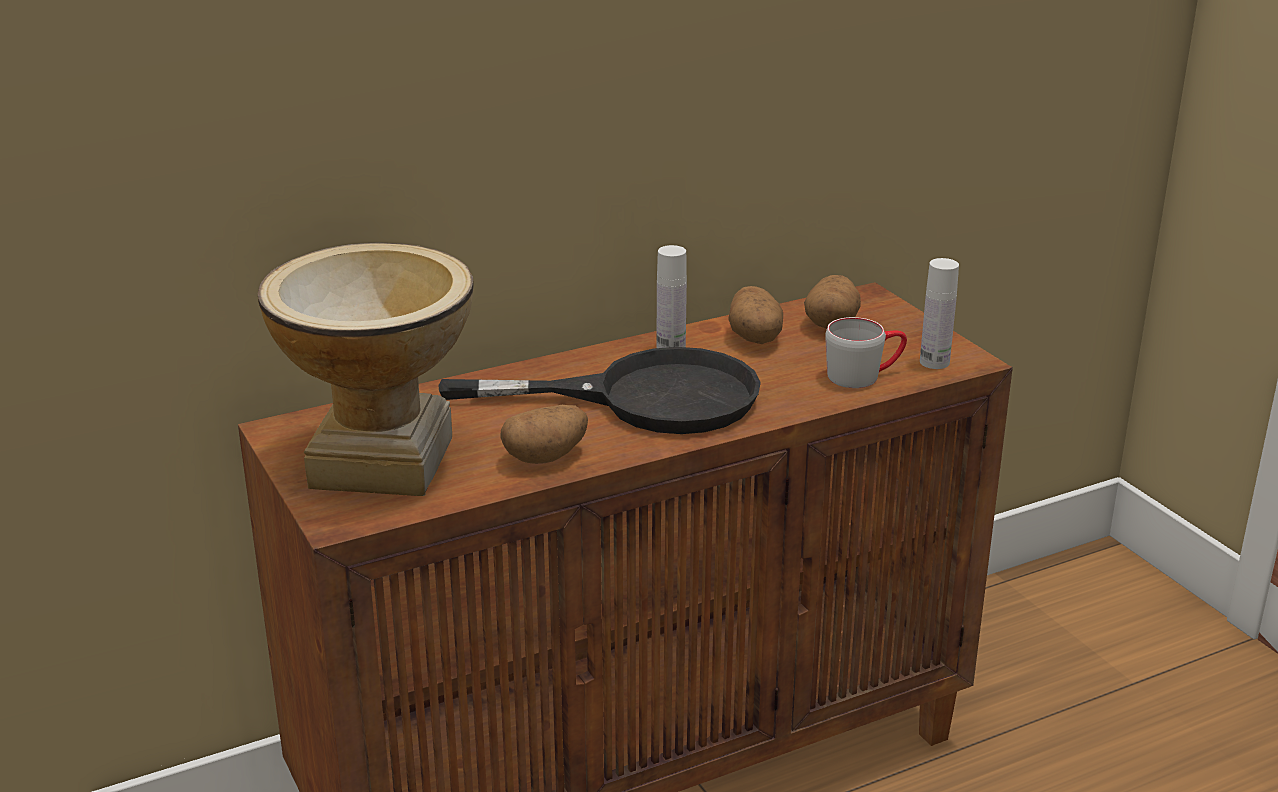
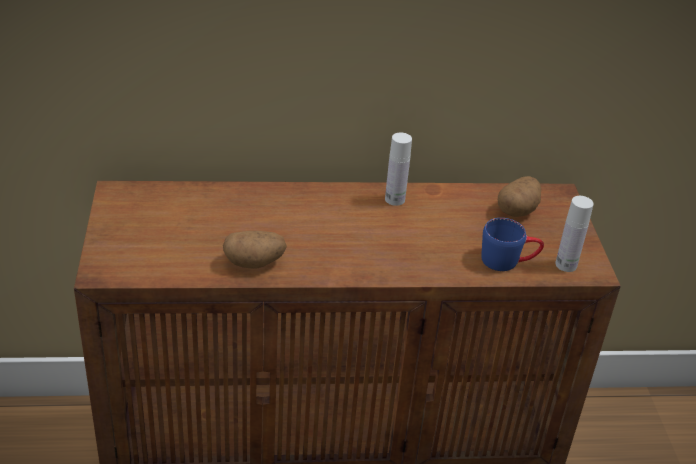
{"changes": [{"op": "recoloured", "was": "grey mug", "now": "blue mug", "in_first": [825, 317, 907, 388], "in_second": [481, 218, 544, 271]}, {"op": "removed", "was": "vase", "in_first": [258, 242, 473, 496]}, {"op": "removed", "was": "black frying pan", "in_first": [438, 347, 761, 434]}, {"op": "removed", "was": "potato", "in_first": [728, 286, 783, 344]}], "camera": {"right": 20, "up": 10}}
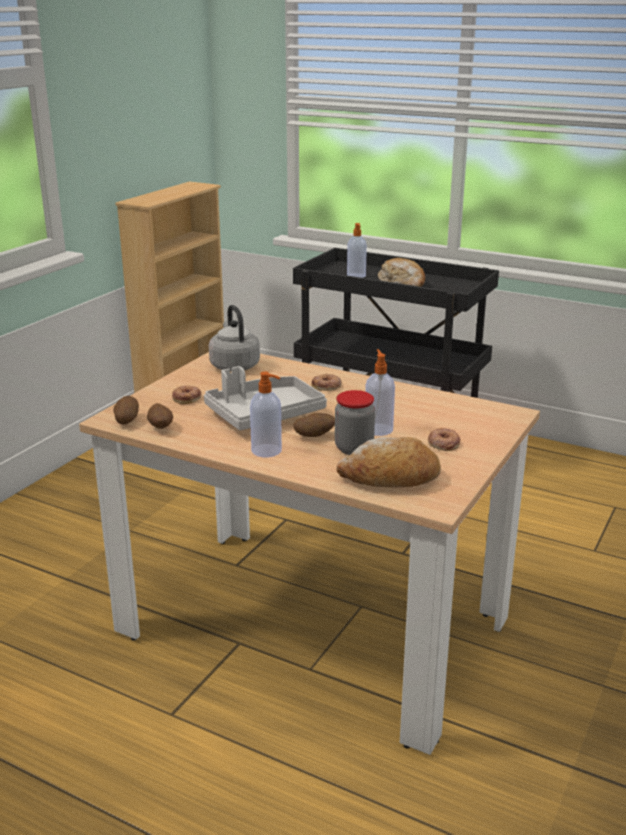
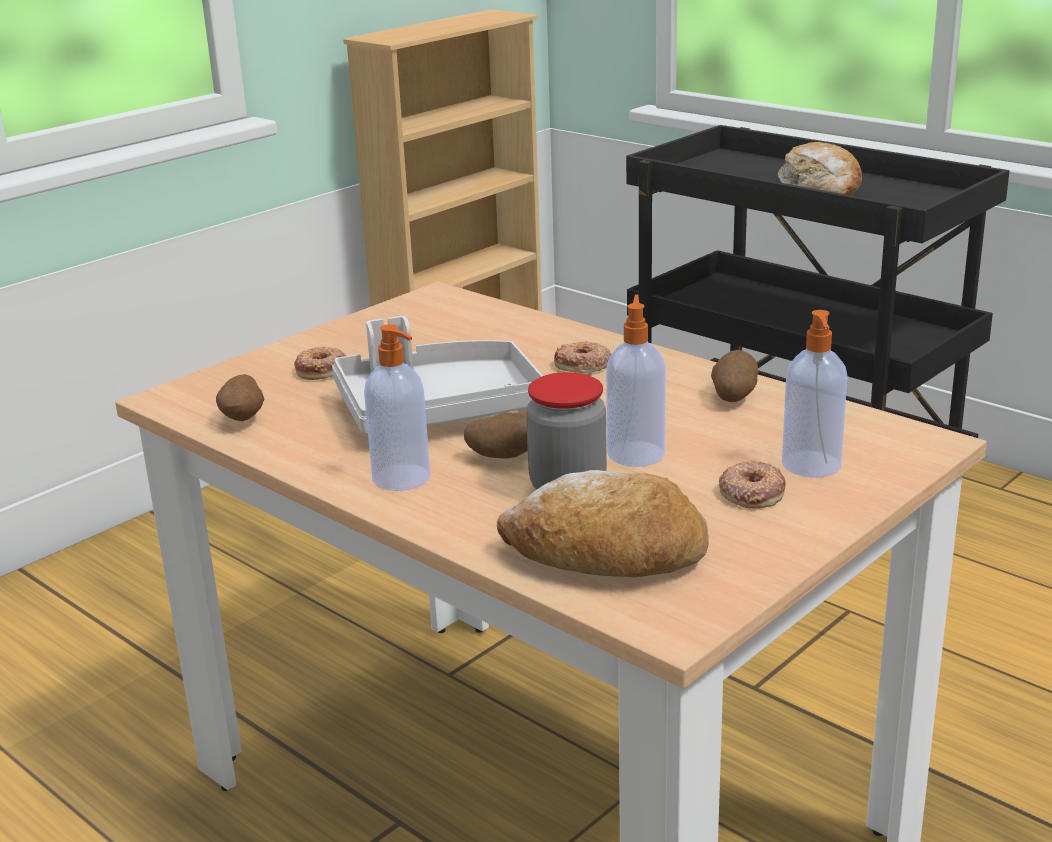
{"changes": [{"op": "moved", "was": "potato", "in_first": [113, 396, 139, 425], "in_second": [711, 350, 758, 402]}, {"op": "moved", "was": "soap dispenser", "in_first": [347, 223, 367, 278], "in_second": [782, 310, 847, 478]}, {"op": "removed", "was": "grey kettle", "in_first": [209, 305, 260, 372]}], "camera": {"right": 15, "up": 0}}
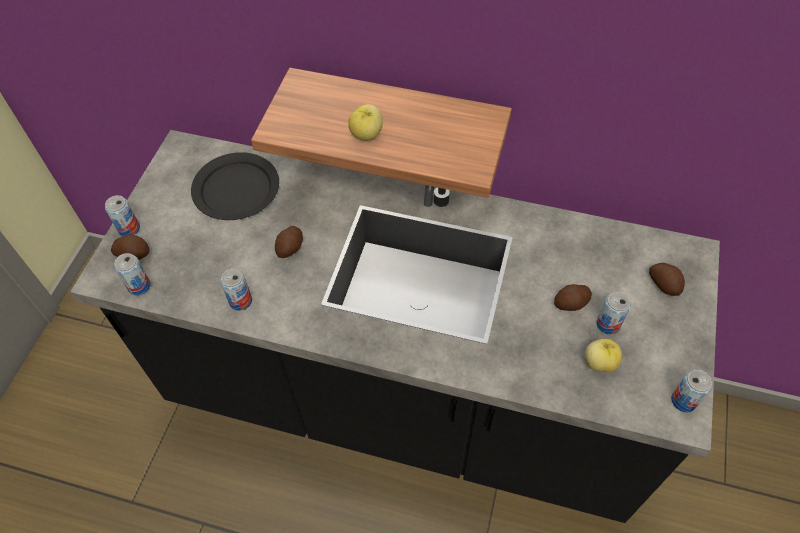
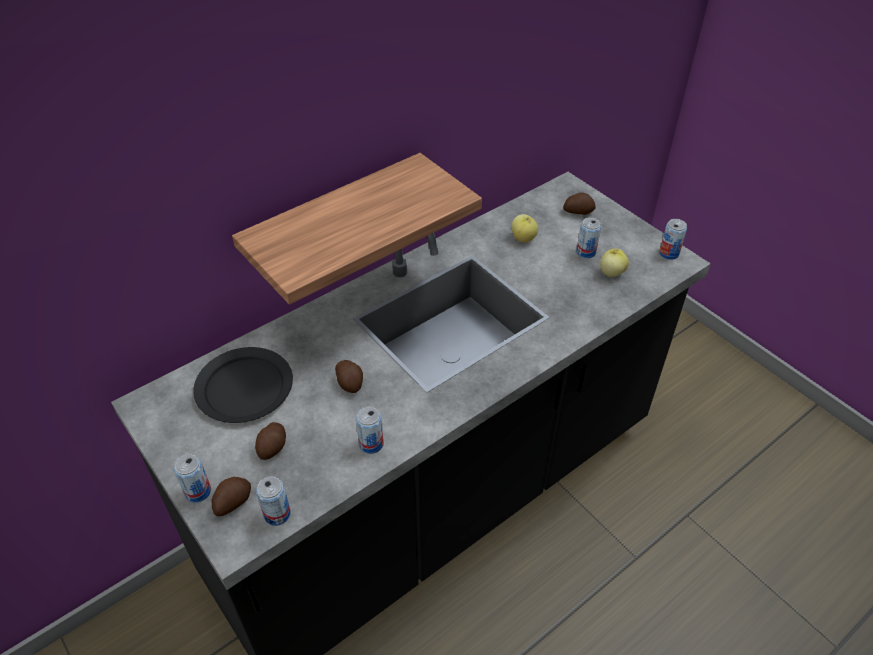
{"changes": [{"op": "moved", "was": "potato", "in_first": [554, 284, 592, 311], "in_second": [255, 422, 286, 460]}, {"op": "moved", "was": "apple", "in_first": [348, 104, 383, 141], "in_second": [511, 214, 538, 243]}], "camera": {"right": -55, "up": -10}}
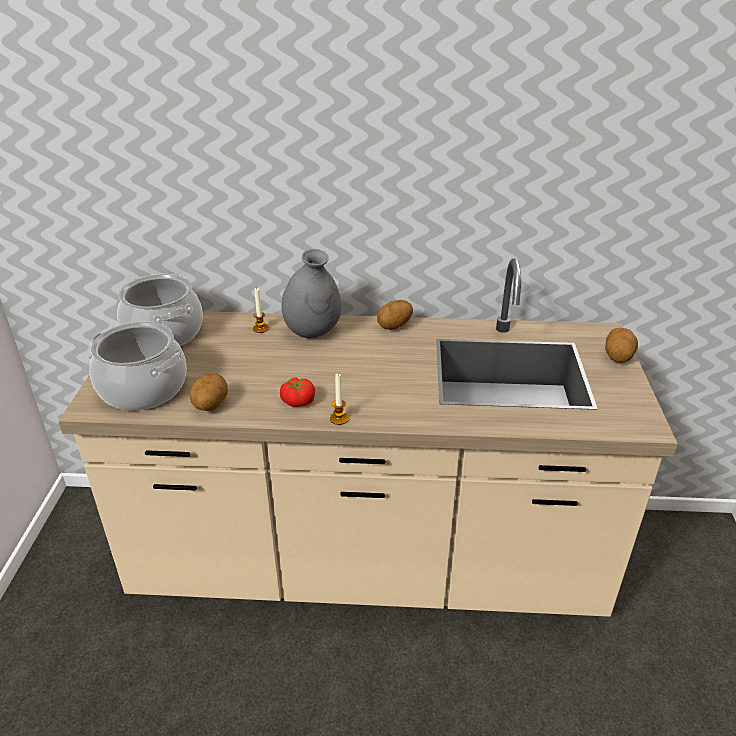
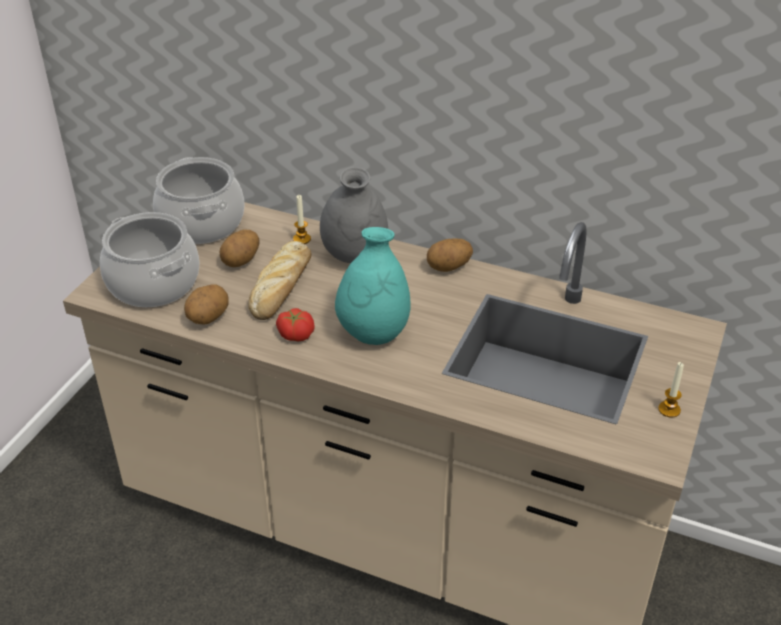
{"changes": [{"op": "moved", "was": "potato", "in_first": [605, 328, 638, 363], "in_second": [220, 229, 260, 267]}, {"op": "added", "now": "bread", "in_second": [248, 241, 311, 320]}, {"op": "added", "now": "turquoise vase", "in_second": [335, 227, 411, 345]}, {"op": "moved", "was": "candle", "in_first": [330, 373, 349, 425], "in_second": [658, 362, 684, 418]}], "camera": {"right": 20, "up": 5}}
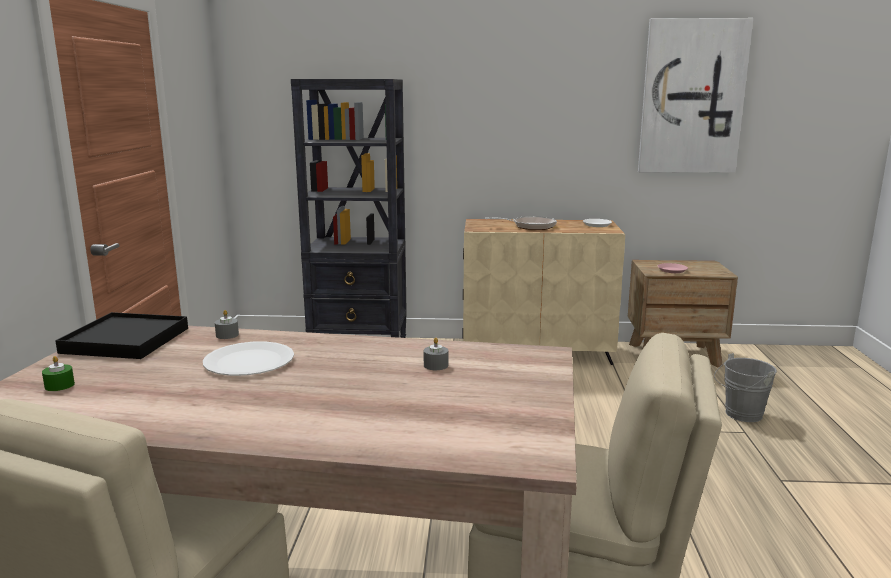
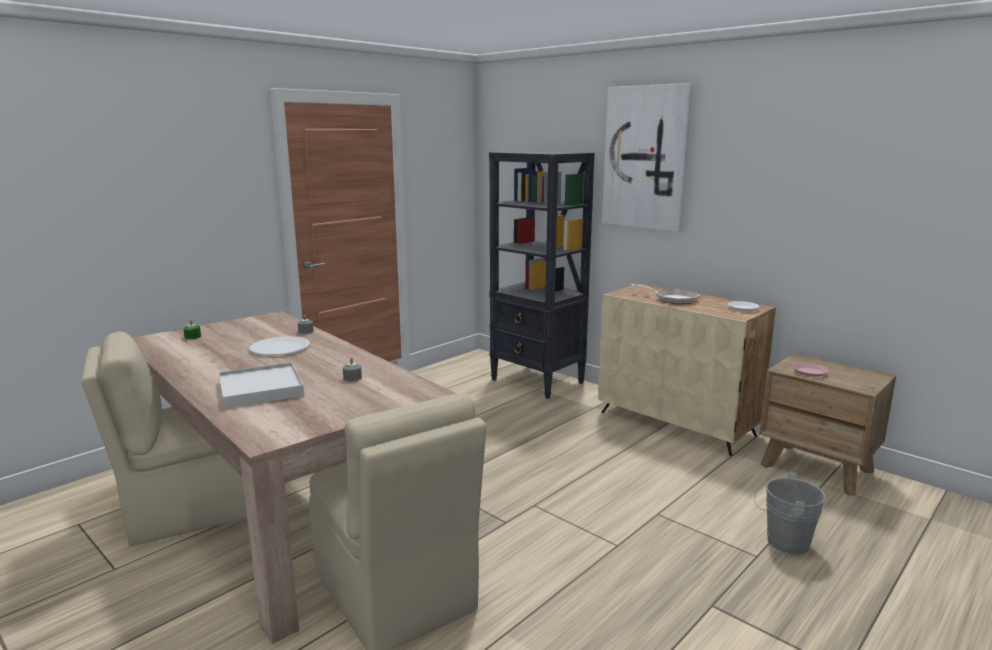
{"changes": [{"op": "added", "now": "white tray", "in_second": [218, 362, 304, 408]}, {"op": "moved", "was": "picture", "in_first": [638, 18, 753, 173], "in_second": [602, 83, 693, 232]}, {"op": "removed", "was": "black tray", "in_first": [55, 312, 188, 359]}], "camera": {"right": 40, "up": 0}}
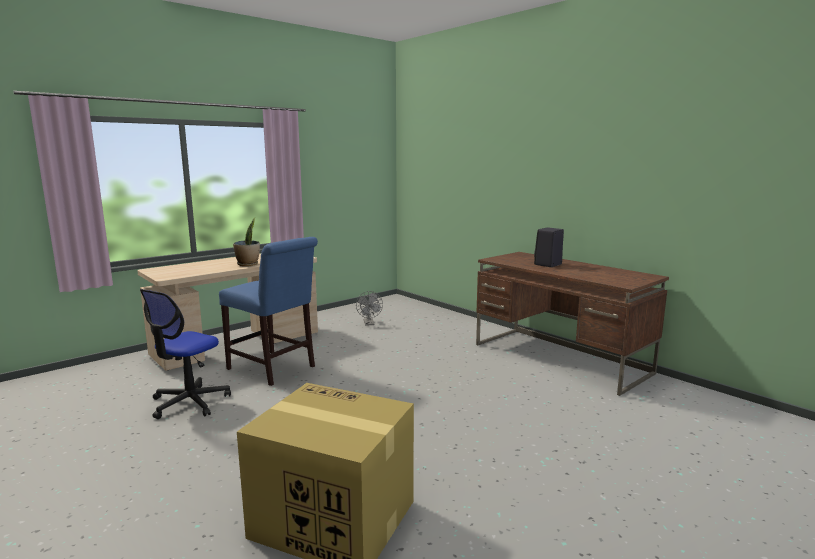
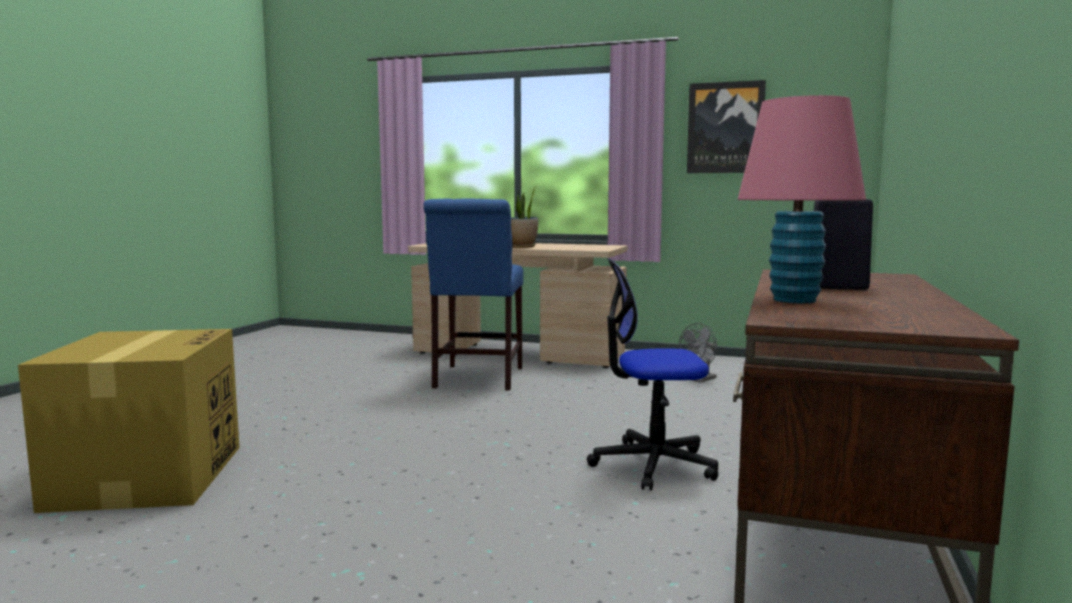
{"changes": [{"op": "moved", "was": "office chair", "in_first": [140, 289, 231, 419], "in_second": [587, 258, 718, 491]}, {"op": "added", "now": "picture", "in_second": [687, 80, 766, 173]}, {"op": "added", "now": "pink table lamp", "in_second": [738, 95, 866, 303]}], "camera": {"right": 60, "up": -5}}
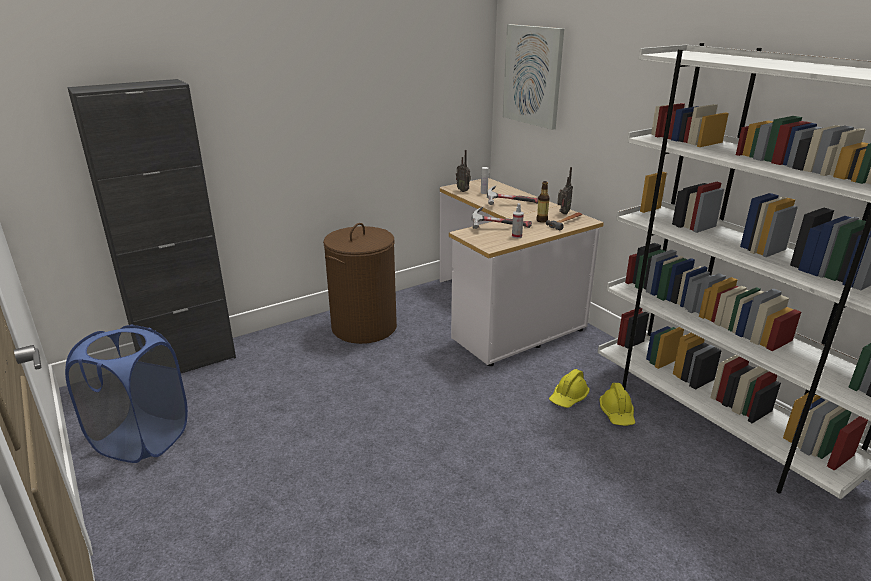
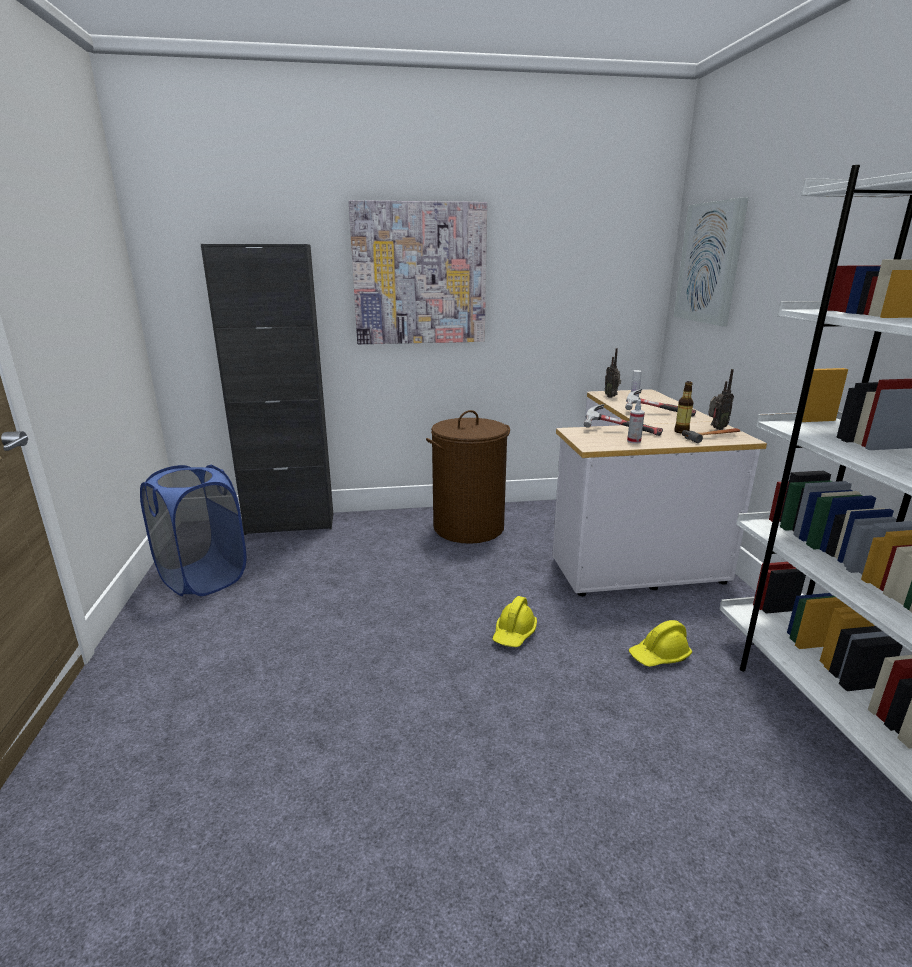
{"changes": [{"op": "added", "now": "picture", "in_second": [349, 200, 487, 344]}, {"op": "moved", "was": "yellow hard hat", "in_first": [599, 383, 635, 426], "in_second": [493, 596, 537, 647]}], "camera": {"right": 25, "up": -5}}
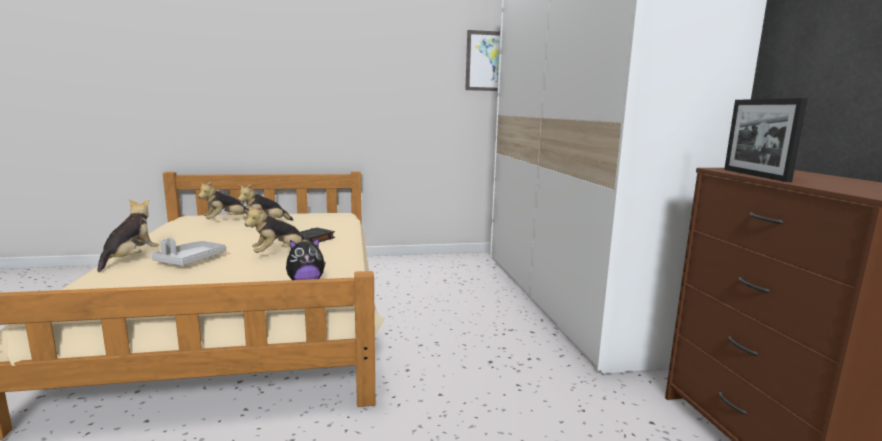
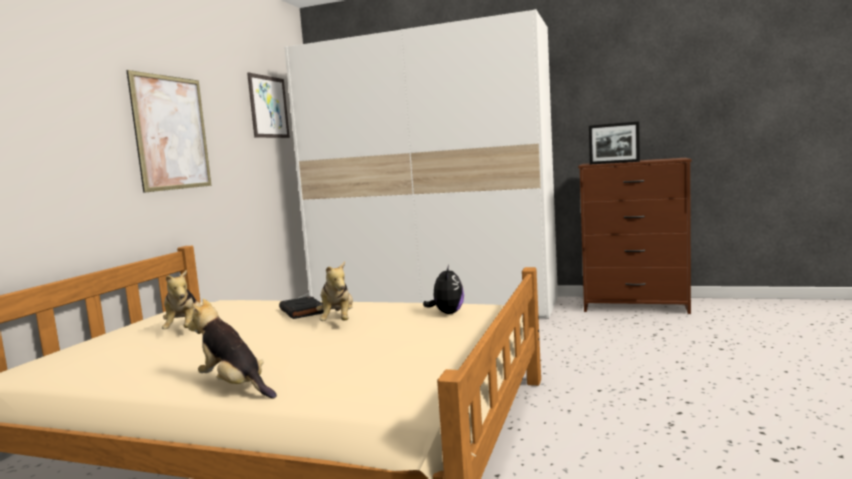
{"changes": [{"op": "added", "now": "picture", "in_second": [126, 70, 211, 193]}, {"op": "removed", "was": "grey tray", "in_first": [151, 238, 226, 266]}, {"op": "removed", "was": "plush toy", "in_first": [198, 181, 249, 219]}], "camera": {"right": -60, "up": -5}}
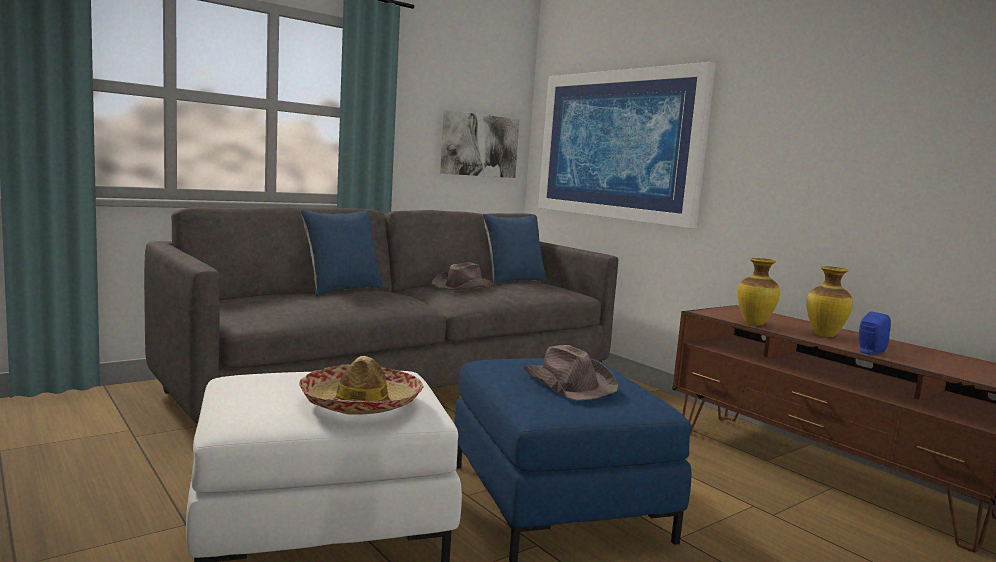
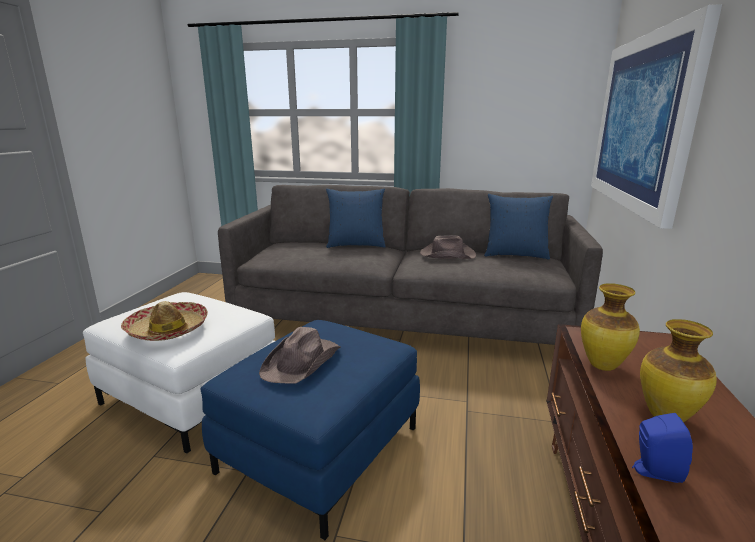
{"changes": [{"op": "removed", "was": "picture", "in_first": [440, 110, 520, 178]}], "camera": {"right": 50, "up": 10}}
